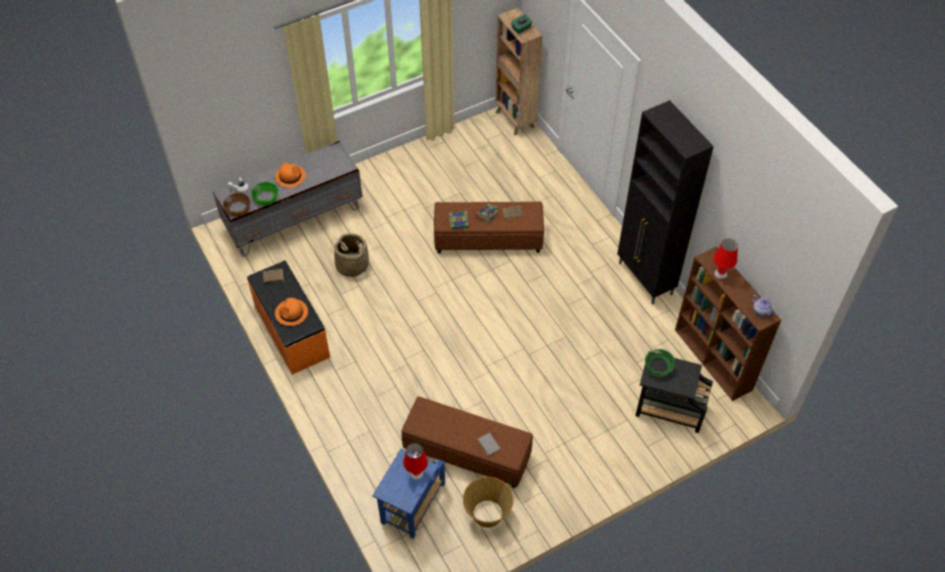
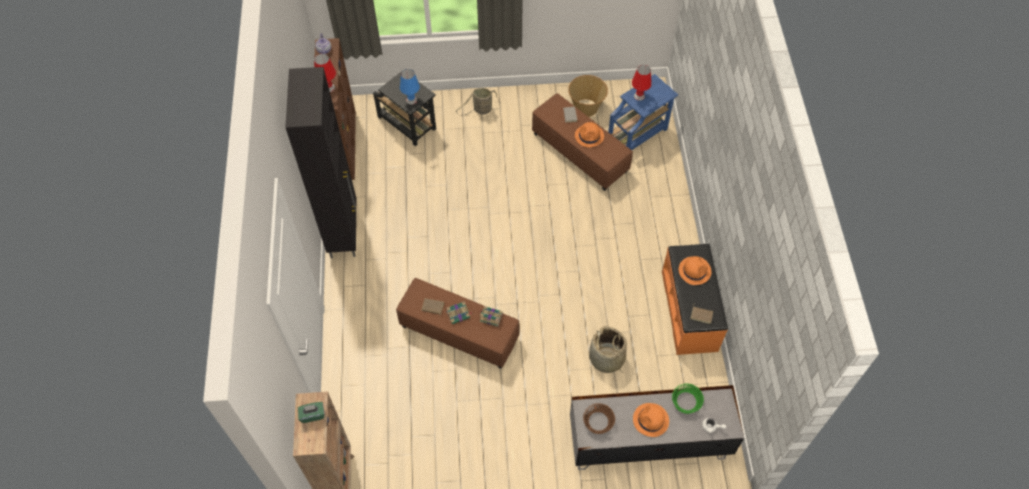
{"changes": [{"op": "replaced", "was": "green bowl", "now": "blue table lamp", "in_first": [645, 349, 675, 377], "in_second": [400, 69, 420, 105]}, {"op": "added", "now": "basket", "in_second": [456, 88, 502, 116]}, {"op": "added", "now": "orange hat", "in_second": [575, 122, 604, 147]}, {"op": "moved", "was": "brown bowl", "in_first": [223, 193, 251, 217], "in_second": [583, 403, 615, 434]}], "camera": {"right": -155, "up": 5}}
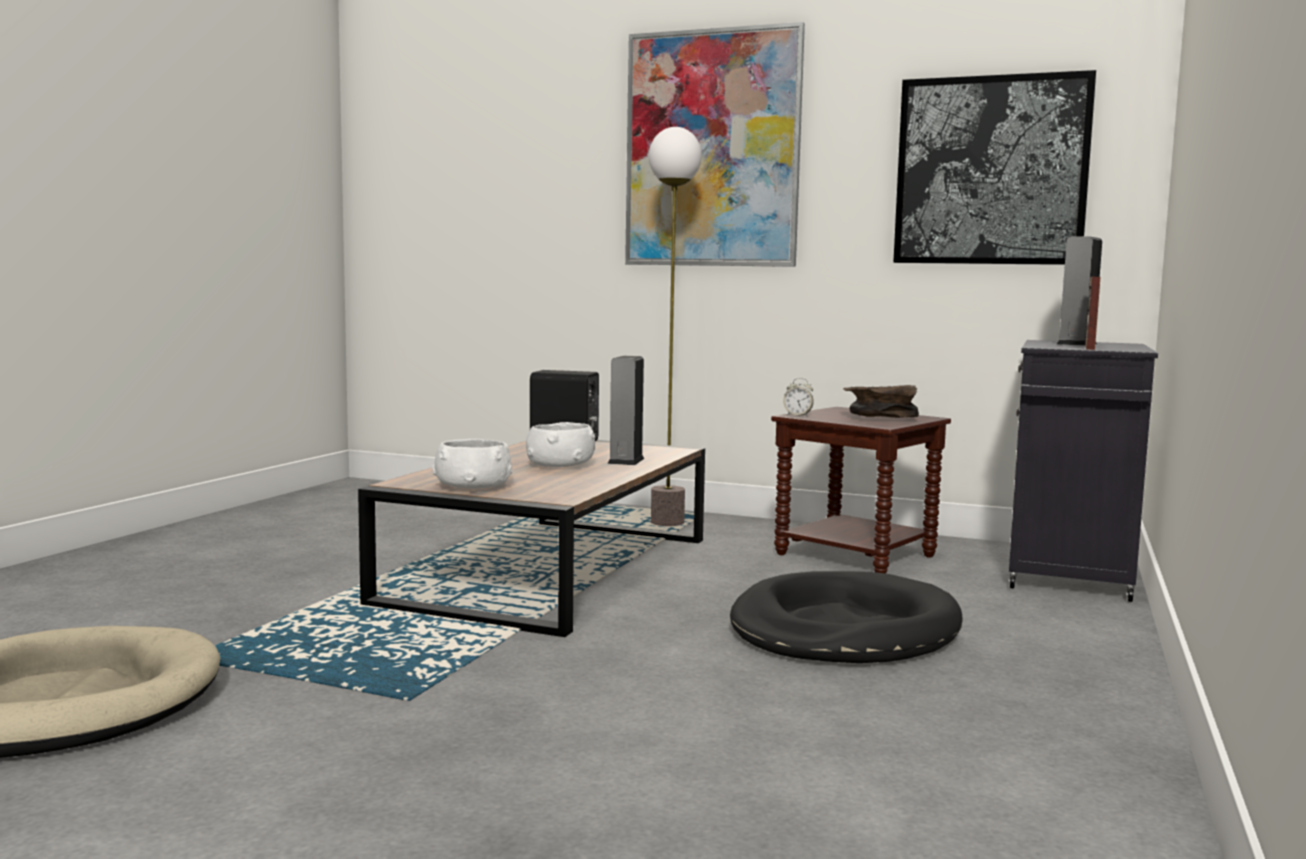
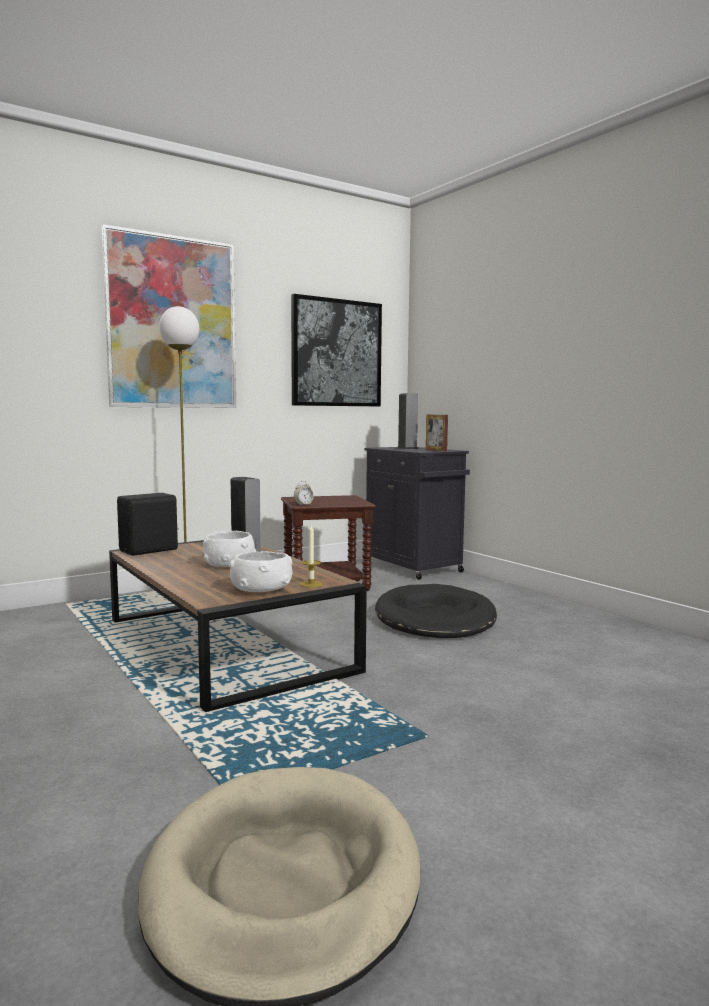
{"changes": [{"op": "added", "now": "candle", "in_second": [300, 525, 323, 587]}, {"op": "removed", "was": "brown bowl", "in_first": [843, 385, 919, 418]}], "camera": {"right": -55, "up": 0}}
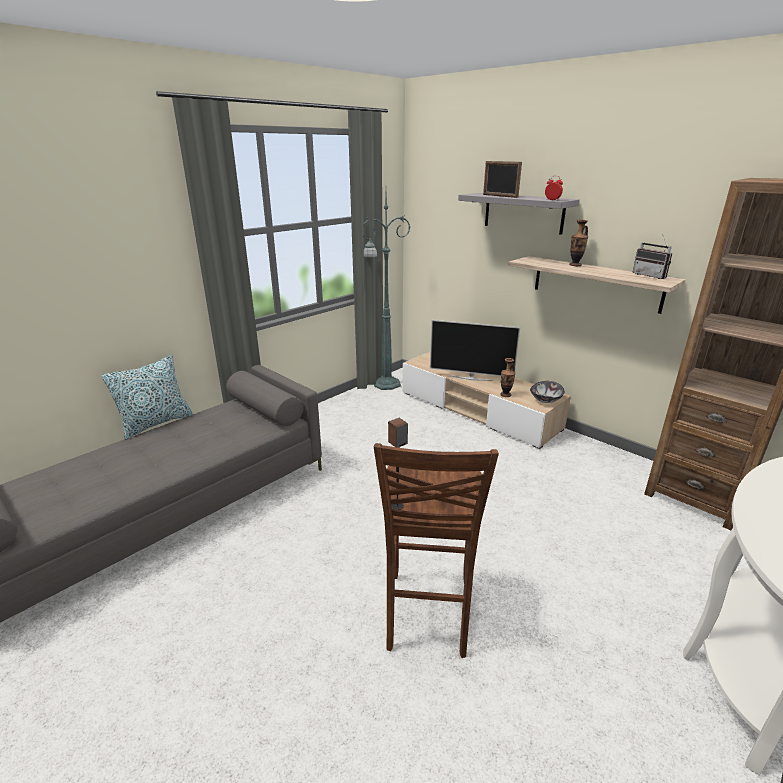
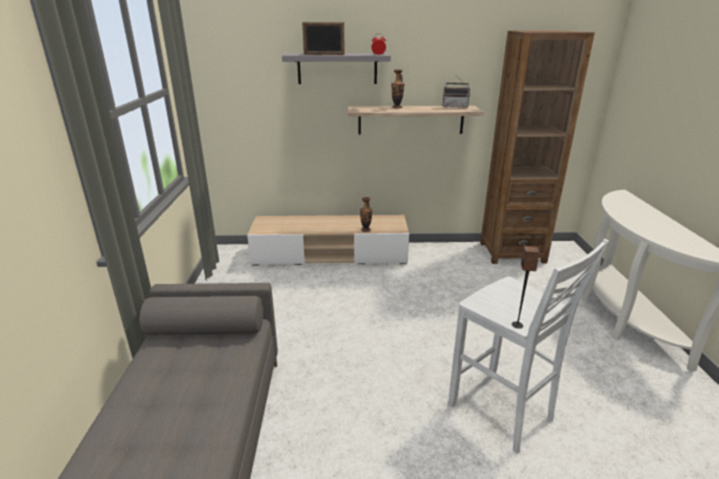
{"changes": [{"op": "recoloured", "was": "brown stool", "now": "white stool", "in_first": [374, 443, 499, 658], "in_second": [448, 239, 609, 454]}, {"op": "removed", "was": "pillow", "in_first": [102, 355, 193, 440]}, {"op": "removed", "was": "green floor lamp", "in_first": [363, 194, 410, 390]}, {"op": "removed", "was": "television", "in_first": [430, 320, 520, 381]}, {"op": "removed", "was": "bowl", "in_first": [530, 381, 564, 403]}], "camera": {"right": -45, "up": 0}}
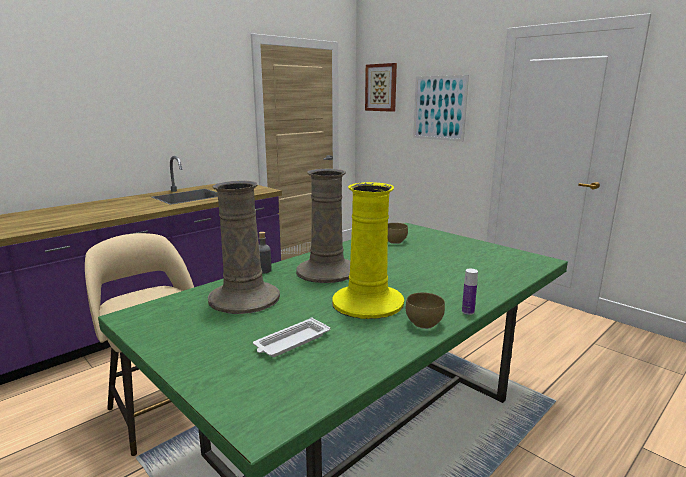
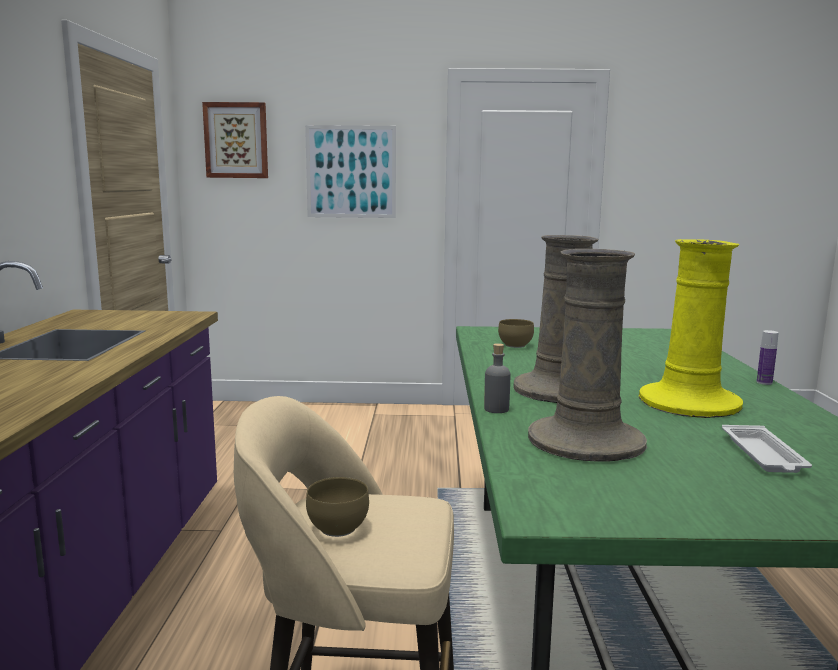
{"changes": [{"op": "moved", "was": "brown bowl", "in_first": [406, 293, 445, 329], "in_second": [306, 477, 369, 537]}], "camera": {"right": -45, "up": -5}}
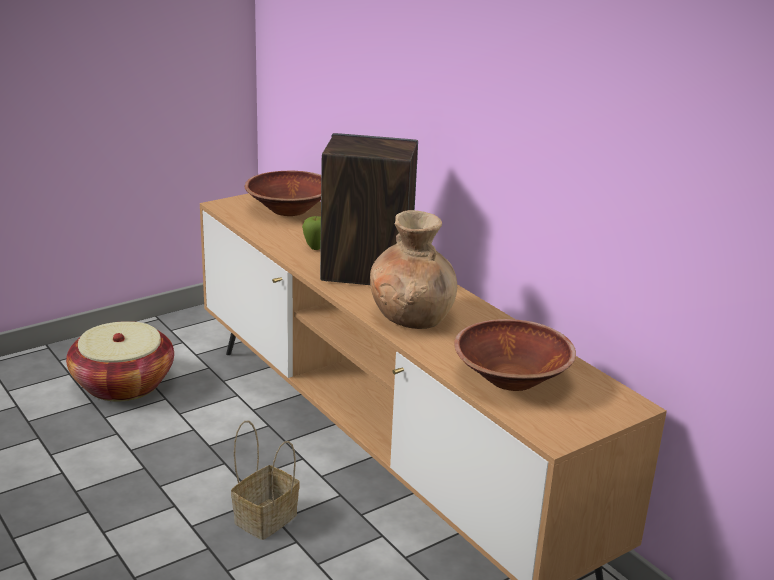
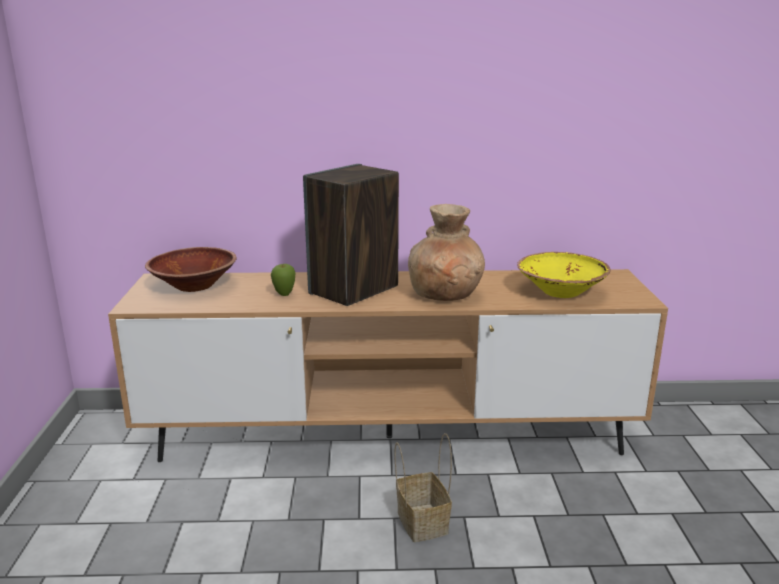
{"changes": [{"op": "recoloured", "was": "brown bowl", "now": "yellow bowl", "in_first": [454, 319, 576, 391], "in_second": [517, 252, 611, 298]}, {"op": "removed", "was": "basket", "in_first": [66, 321, 174, 402]}], "camera": {"right": -55, "up": -5}}
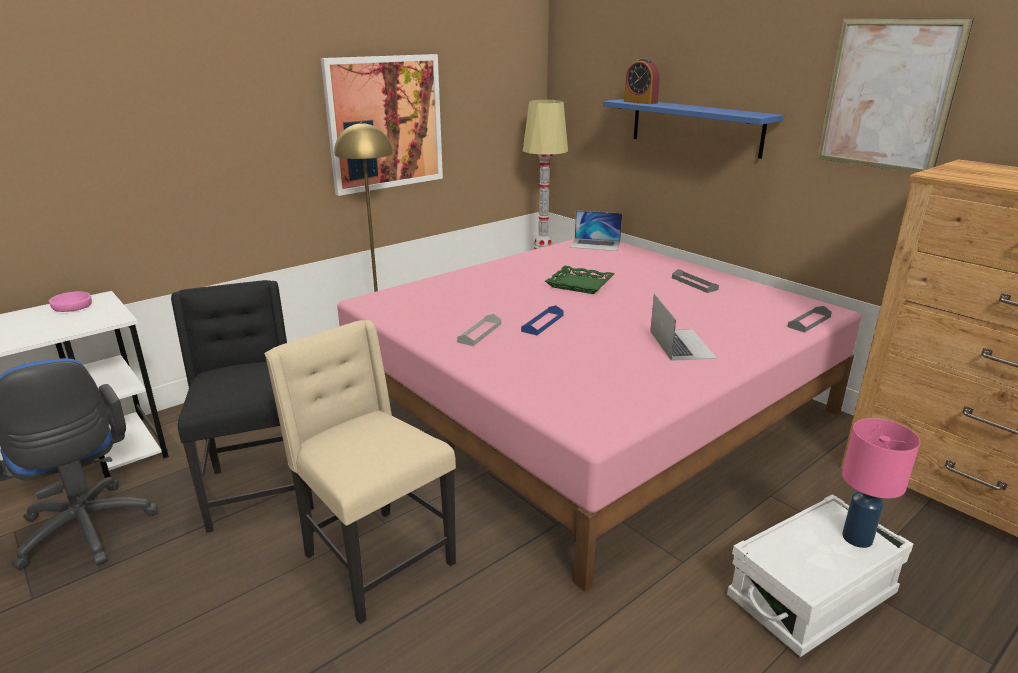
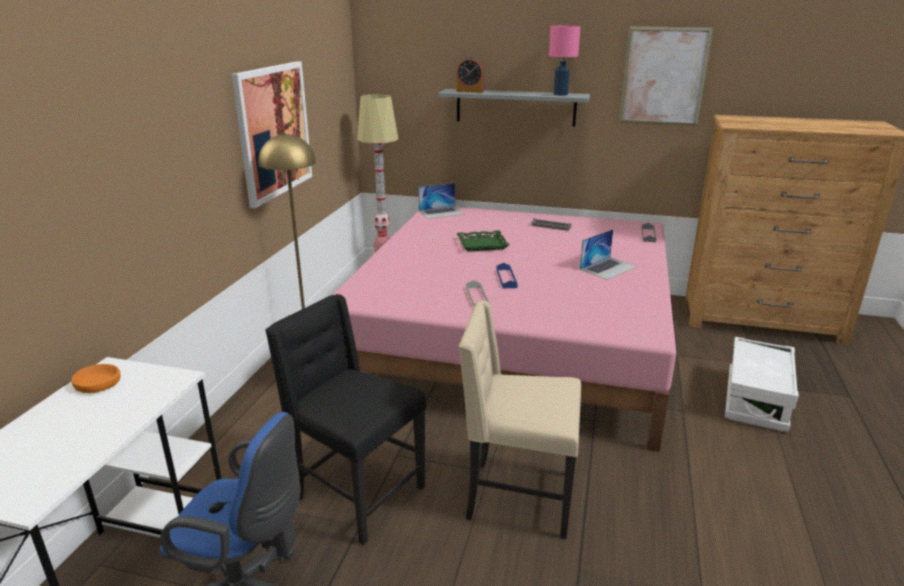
{"changes": [{"op": "recoloured", "was": "pink bowl", "now": "orange bowl", "in_first": [49, 291, 92, 312], "in_second": [72, 364, 120, 393]}, {"op": "recoloured", "was": "blue shelf", "now": "grey shelf", "in_first": [603, 99, 784, 159], "in_second": [438, 89, 590, 127]}, {"op": "moved", "was": "pink table lamp", "in_first": [842, 418, 920, 548], "in_second": [549, 26, 581, 96]}, {"op": "turned", "was": "laptop", "in_first": [650, 293, 717, 361], "in_second": [580, 229, 637, 280], "clockwise": 90}], "camera": {"right": -35, "up": 0}}
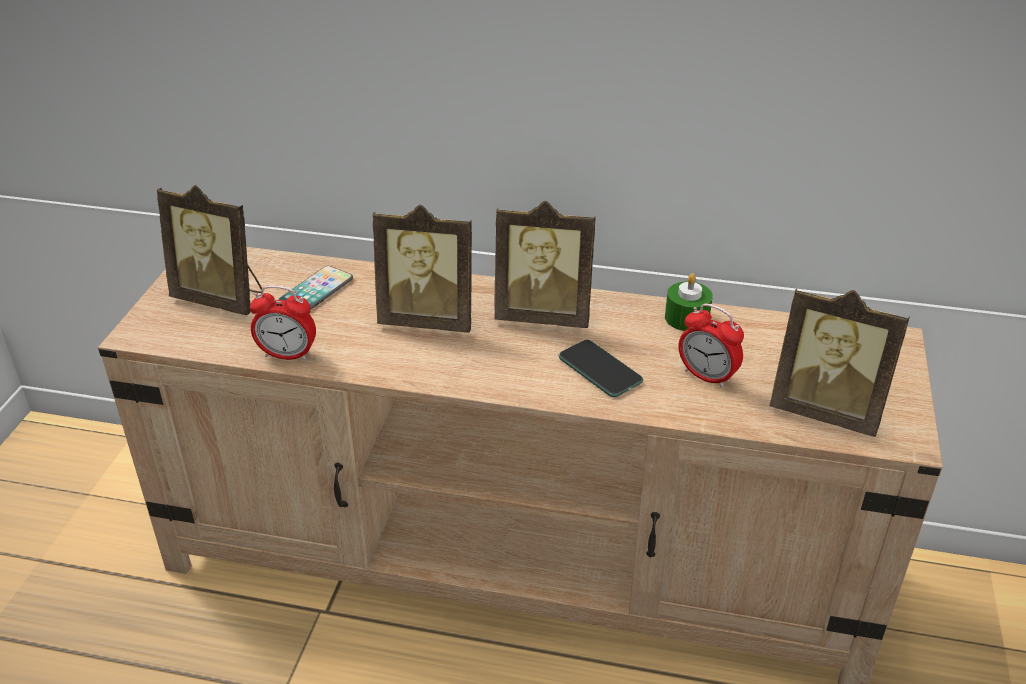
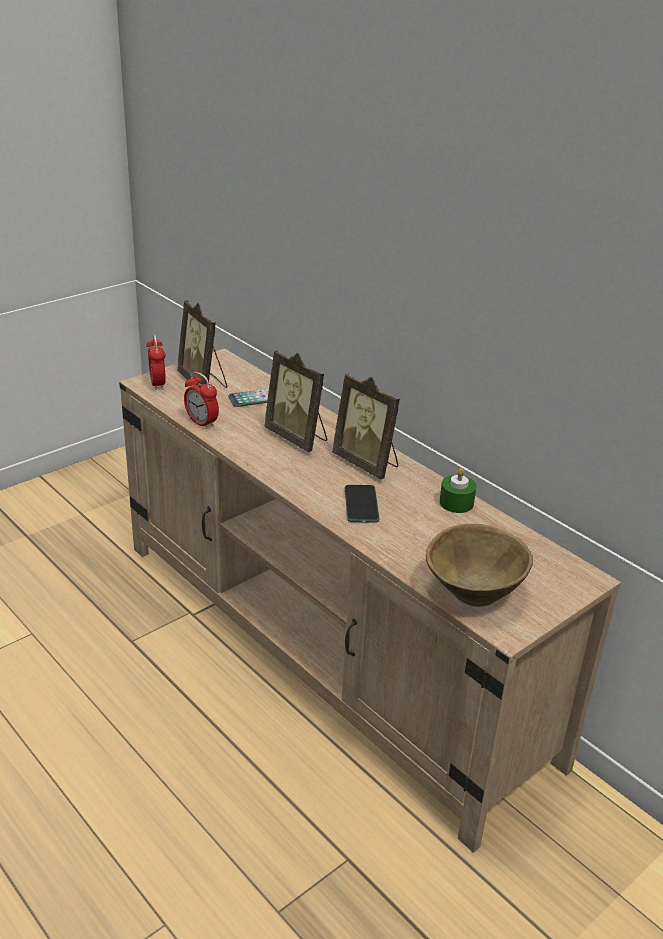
{"changes": [{"op": "moved", "was": "alarm clock", "in_first": [679, 303, 744, 388], "in_second": [146, 334, 166, 390]}, {"op": "replaced", "was": "picture frame", "now": "brown bowl", "in_first": [769, 288, 910, 437], "in_second": [426, 524, 533, 607]}], "camera": {"right": 35, "up": -5}}
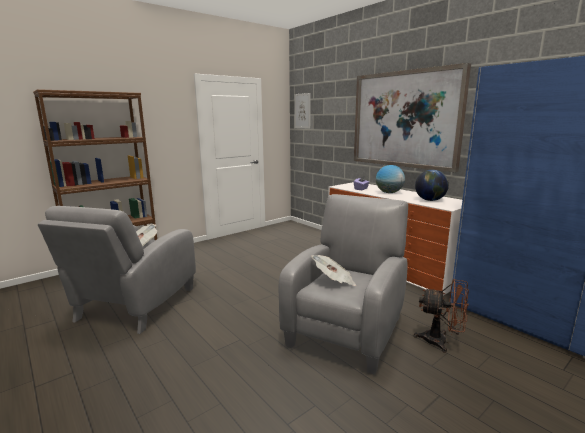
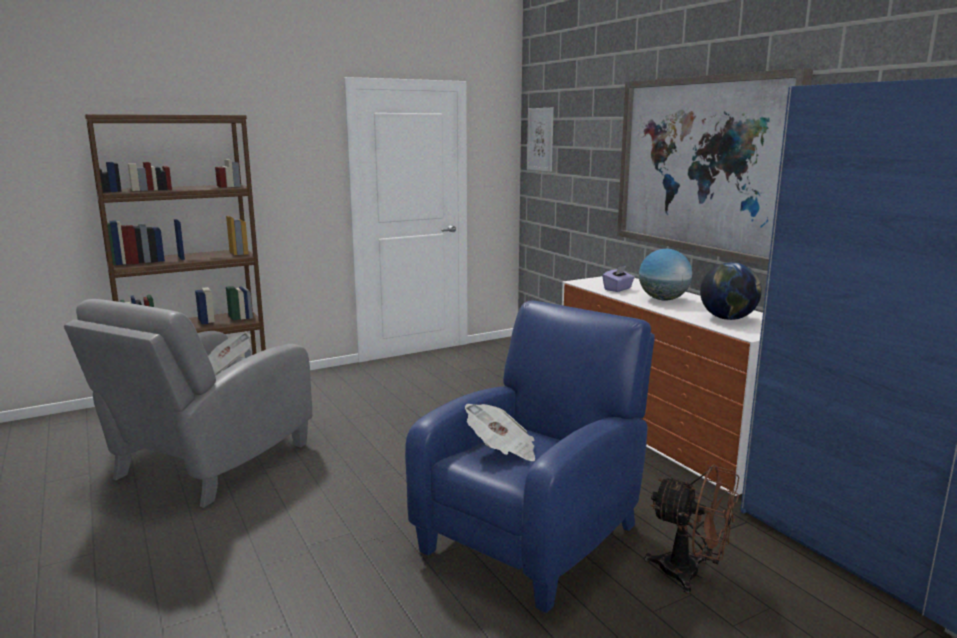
{"changes": [{"op": "recoloured", "was": "grey armchair", "now": "blue armchair", "in_first": [279, 194, 408, 375], "in_second": [405, 301, 655, 613]}], "camera": {"right": 10, "up": 0}}
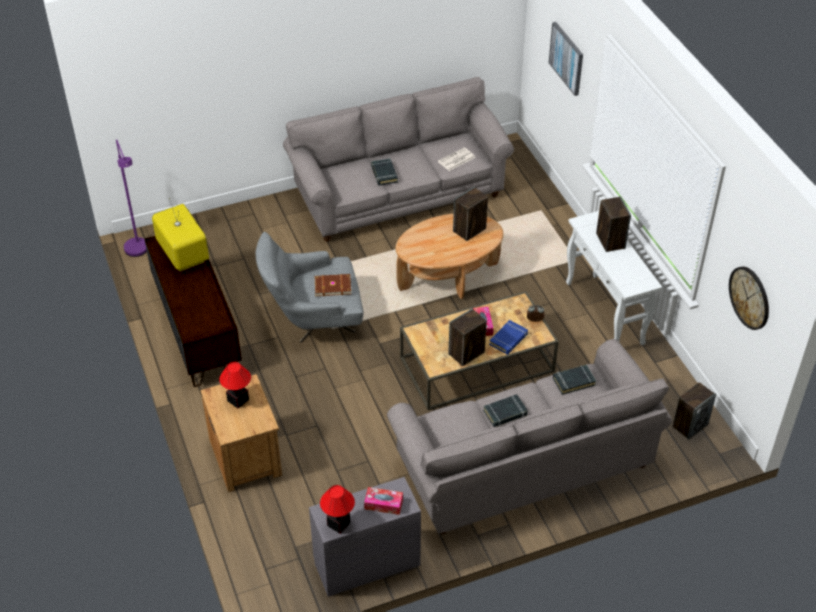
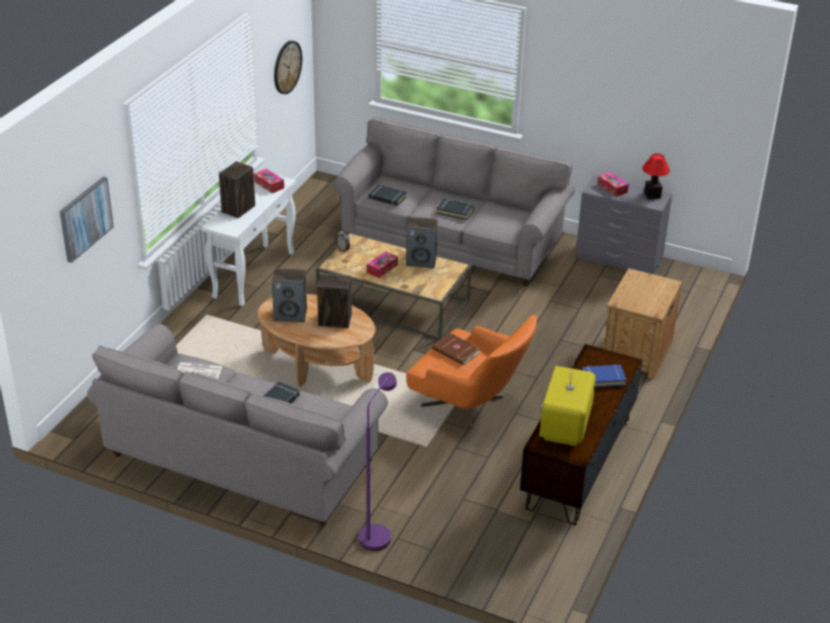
{"changes": [{"op": "added", "now": "tissue box", "in_second": [254, 169, 284, 193]}, {"op": "moved", "was": "speaker", "in_first": [672, 382, 716, 440], "in_second": [317, 274, 352, 328]}, {"op": "moved", "was": "purple floor lamp", "in_first": [116, 139, 147, 257], "in_second": [359, 372, 397, 551]}, {"op": "recoloured", "was": "grey armchair", "now": "orange armchair", "in_first": [255, 232, 364, 343], "in_second": [406, 315, 537, 429]}, {"op": "moved", "was": "blue book", "in_first": [489, 320, 528, 355], "in_second": [582, 364, 626, 388]}, {"op": "removed", "was": "table lamp", "in_first": [220, 362, 251, 408]}], "camera": {"right": -135, "up": -10}}
